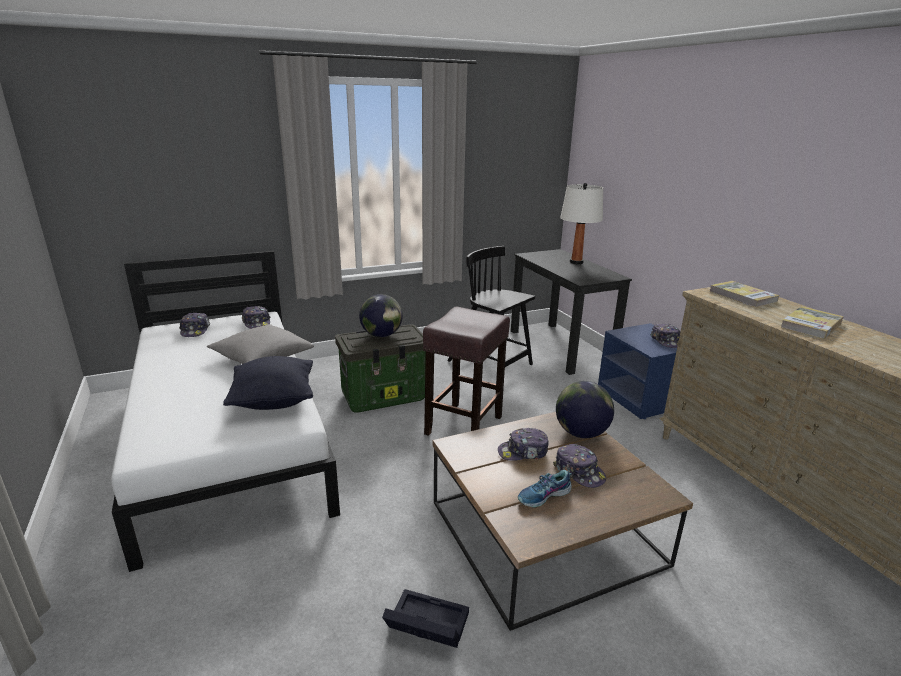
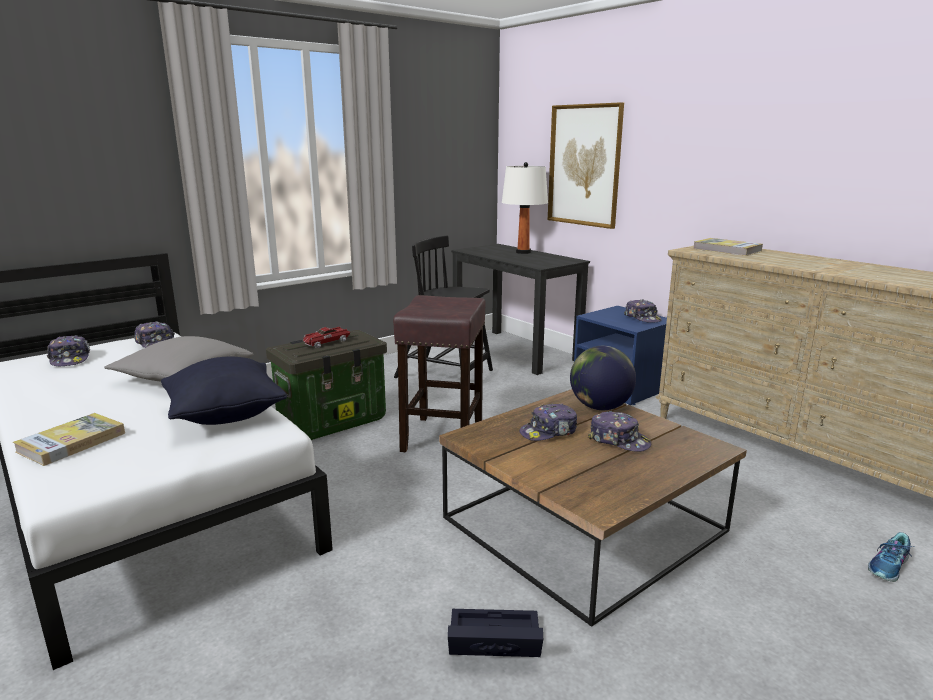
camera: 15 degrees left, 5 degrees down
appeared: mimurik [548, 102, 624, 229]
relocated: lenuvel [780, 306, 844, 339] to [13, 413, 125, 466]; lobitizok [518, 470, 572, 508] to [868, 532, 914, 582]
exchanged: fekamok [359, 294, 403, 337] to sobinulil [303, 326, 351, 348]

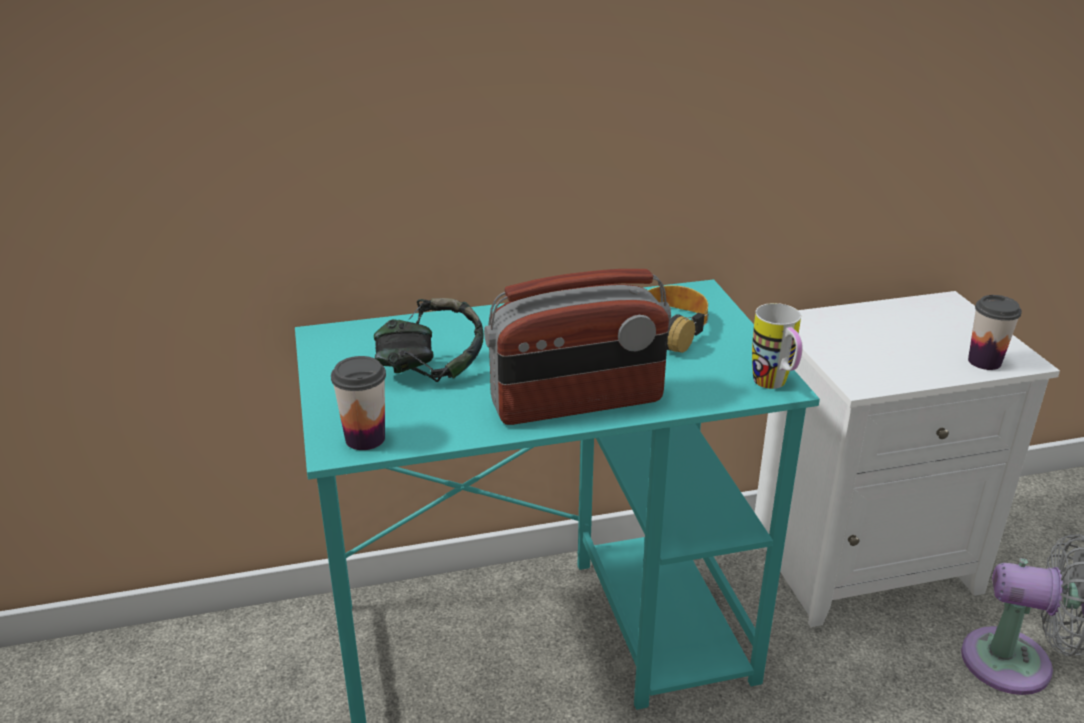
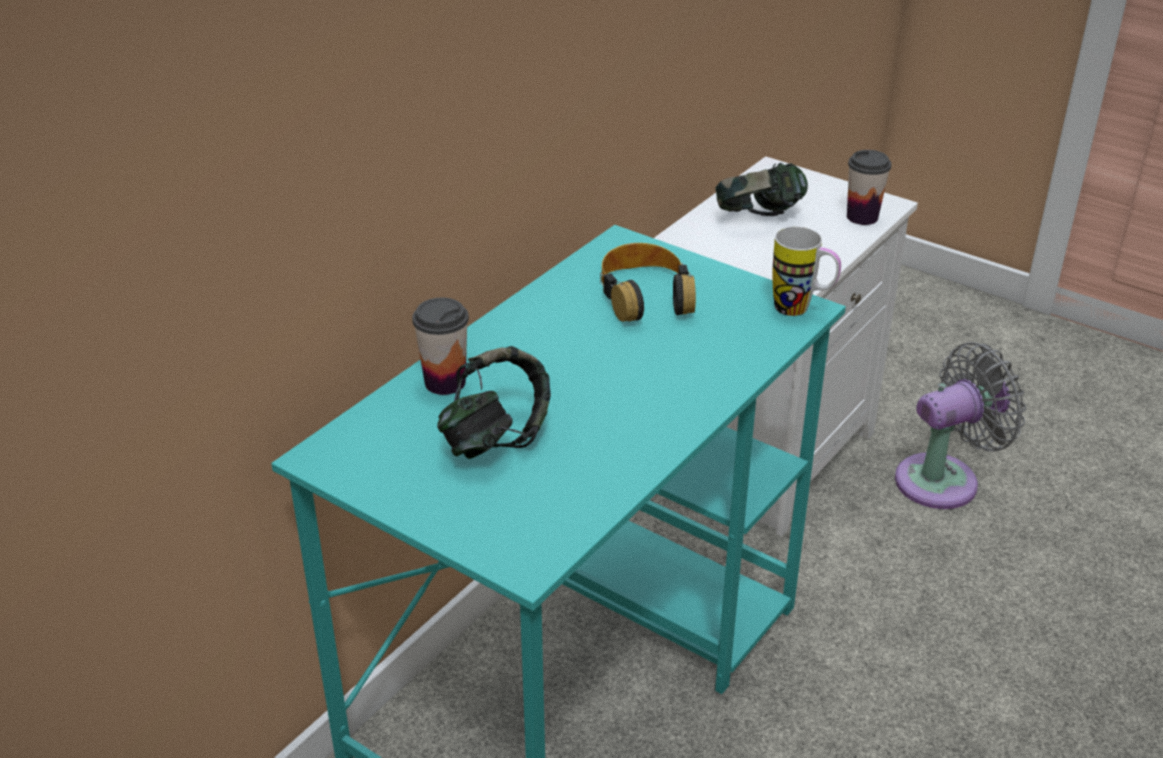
camera: 40 degrees left, 5 degrees up
missing: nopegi [484, 269, 671, 425]
appeared: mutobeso [715, 163, 808, 216]
relocated: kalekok [331, 356, 386, 450] to [412, 298, 469, 395]

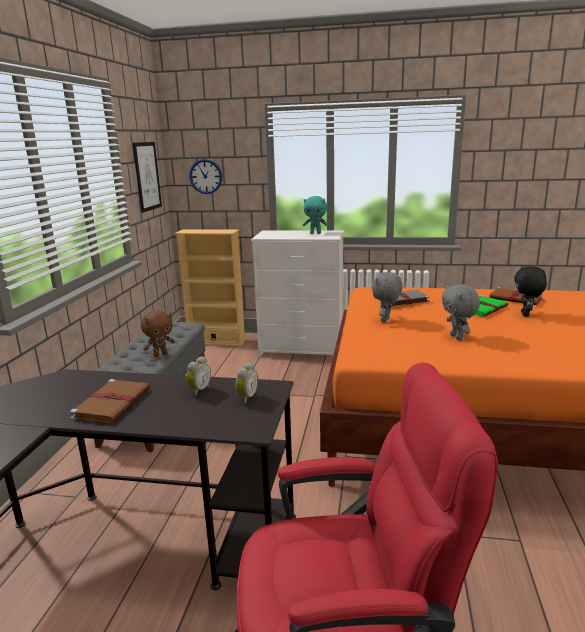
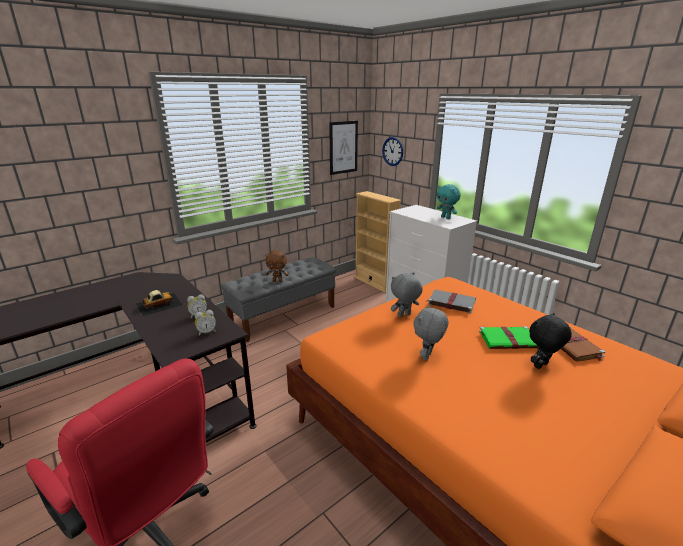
camera: 40 degrees right, 5 degrees up
exchanged: brown lenuvel [70, 379, 150, 424] to sobinulil [136, 290, 183, 316]

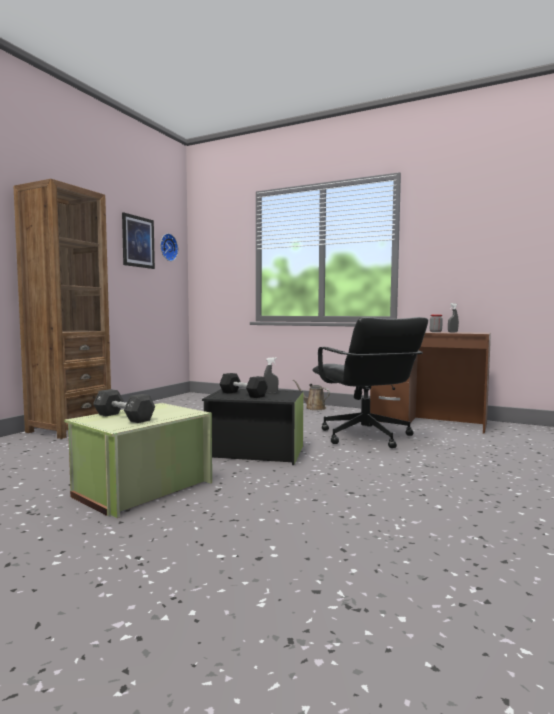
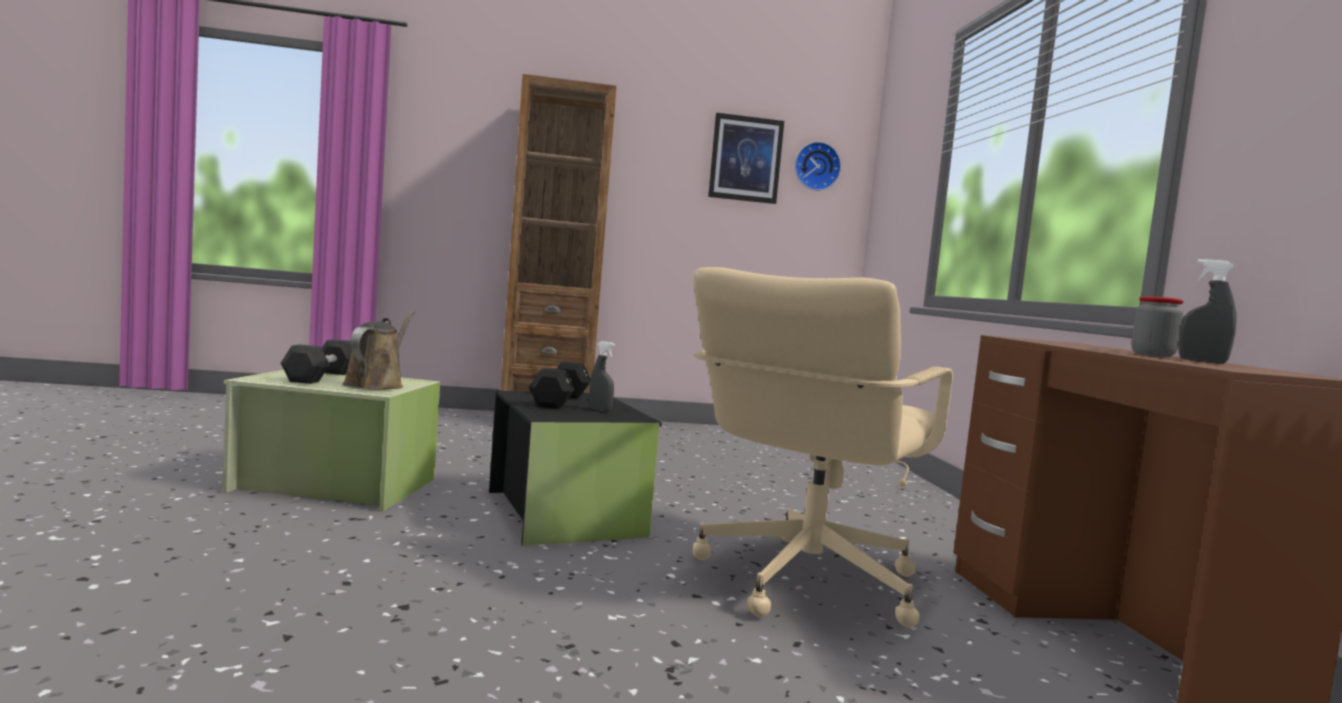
camera: 55 degrees right, 0 degrees up
relocated: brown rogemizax [293, 380, 330, 410] to [342, 311, 414, 390]
colour: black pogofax [312, 317, 428, 448] to beige pogofax [693, 267, 953, 628]

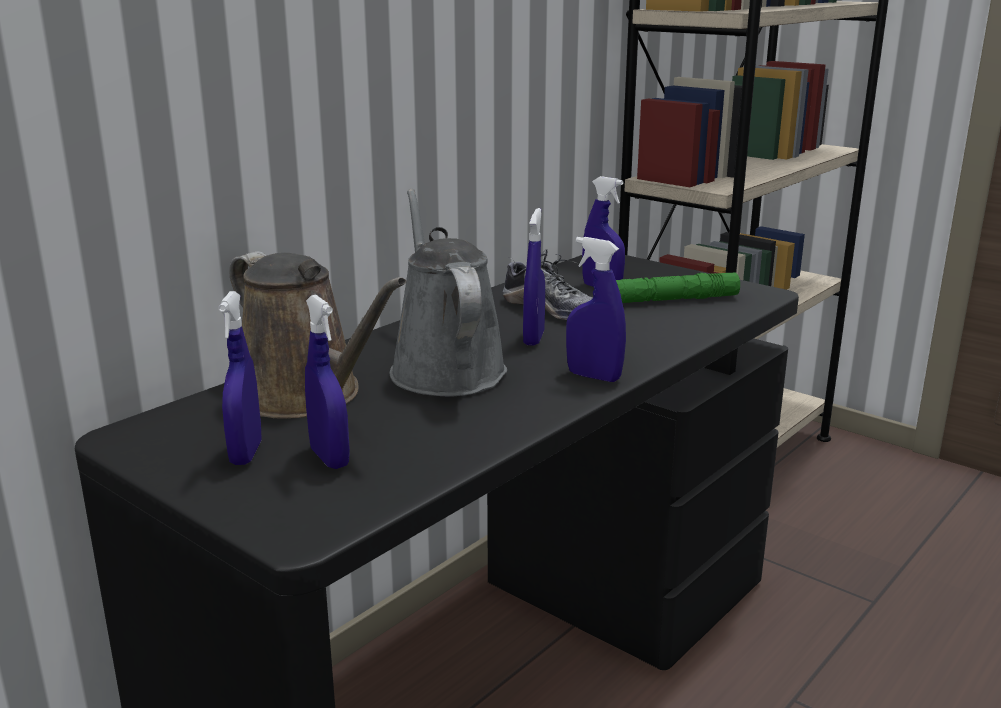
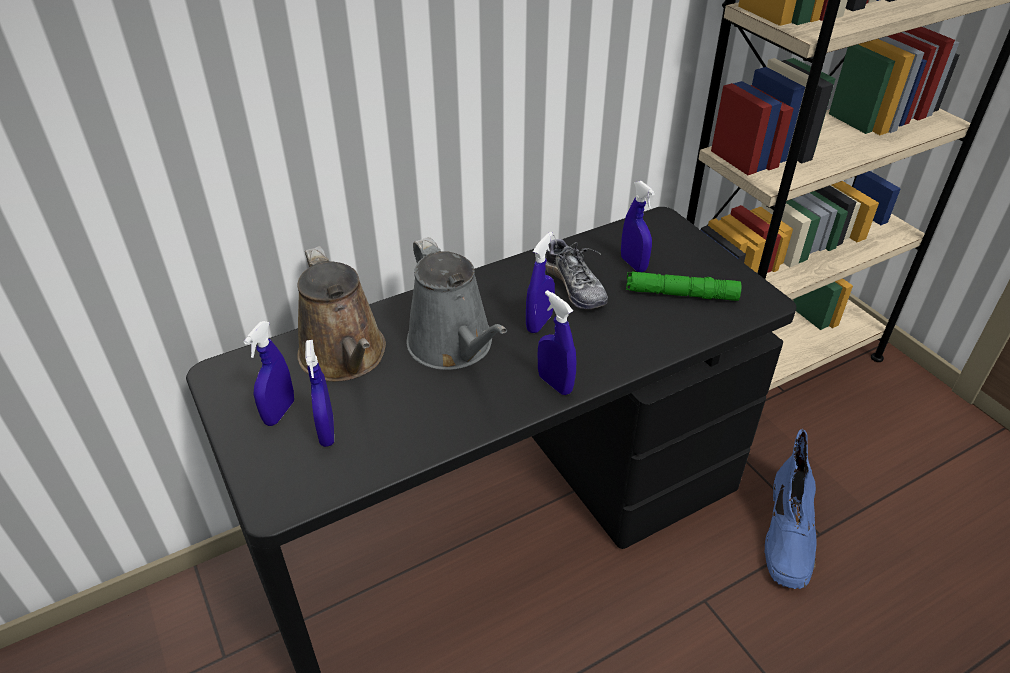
camera: 20 degrees right, 20 degrees up
appeared: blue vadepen [764, 429, 817, 589]
spun: grey rogemizax [390, 188, 507, 396] = [407, 237, 507, 370] 150 degrees clockwise

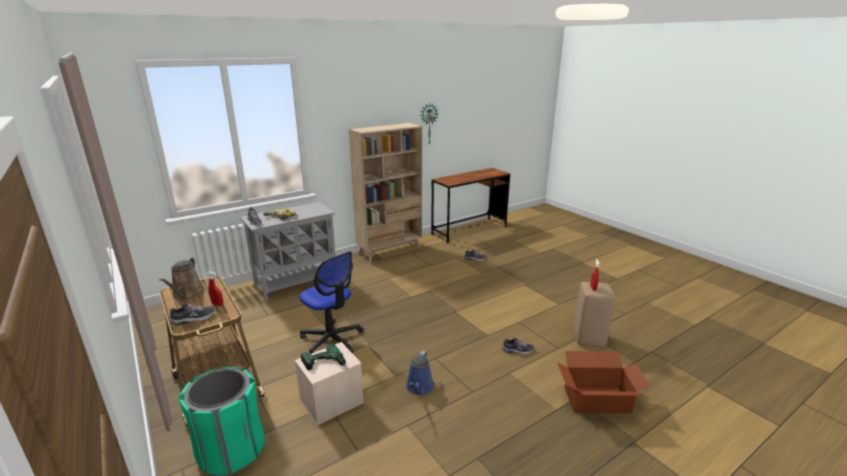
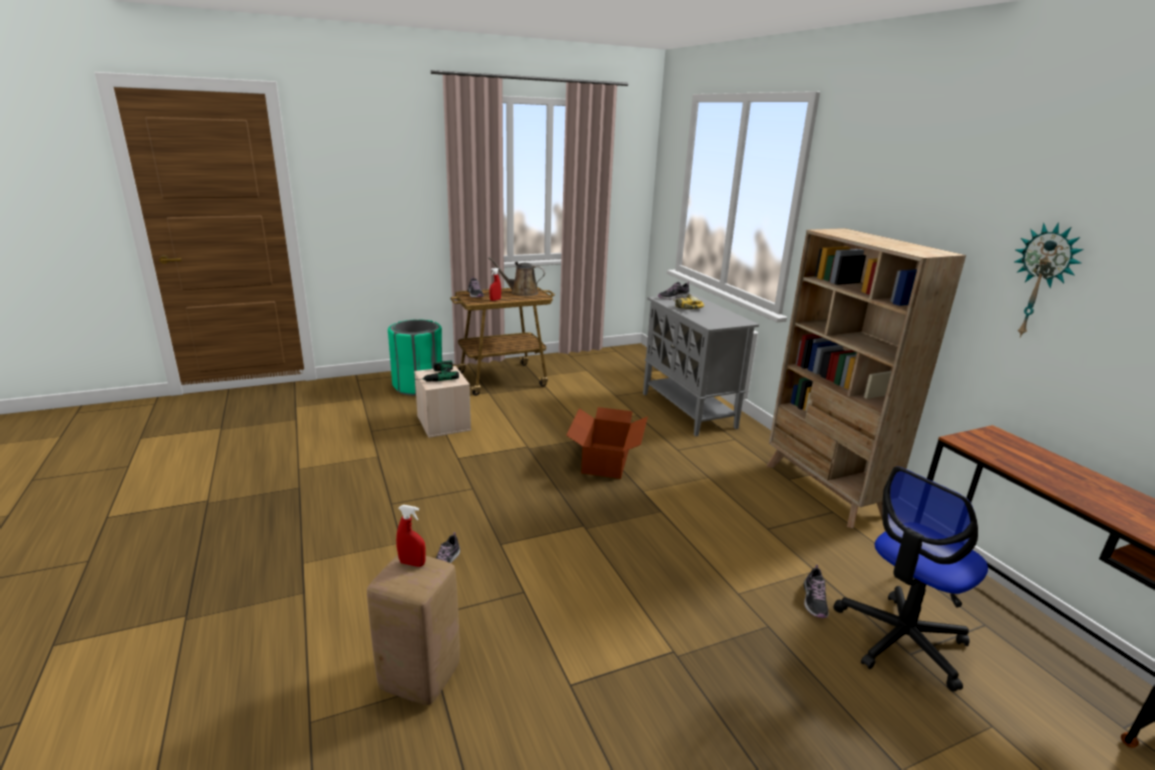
camera: 100 degrees right, 0 degrees up
missing: blue rogemizax [406, 351, 434, 395]
relocated: pogofax [299, 251, 363, 354] to [834, 466, 988, 692]; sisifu [557, 351, 650, 414] to [566, 407, 648, 479]

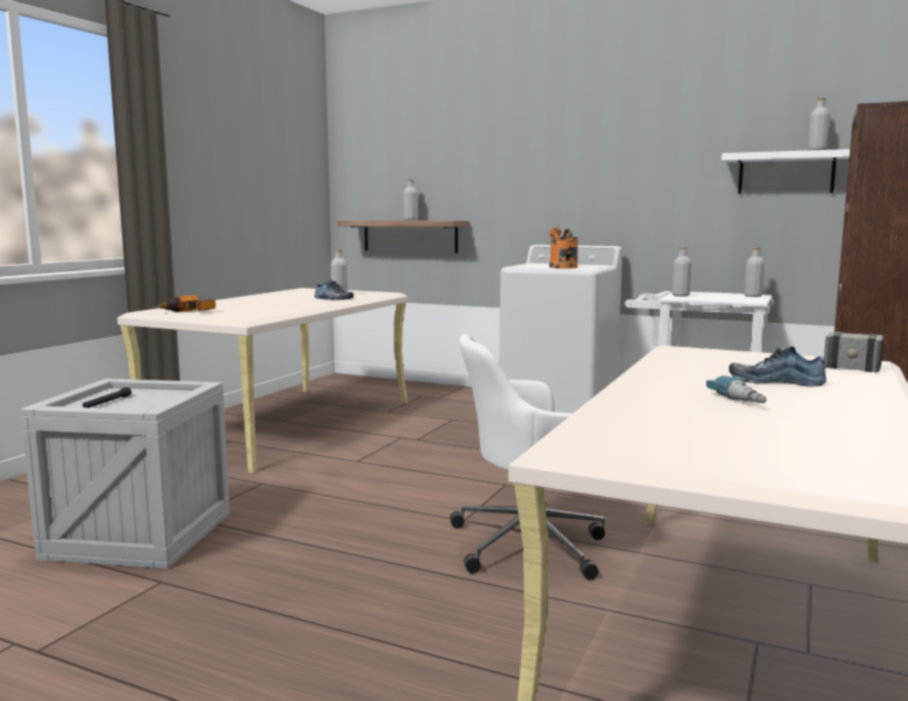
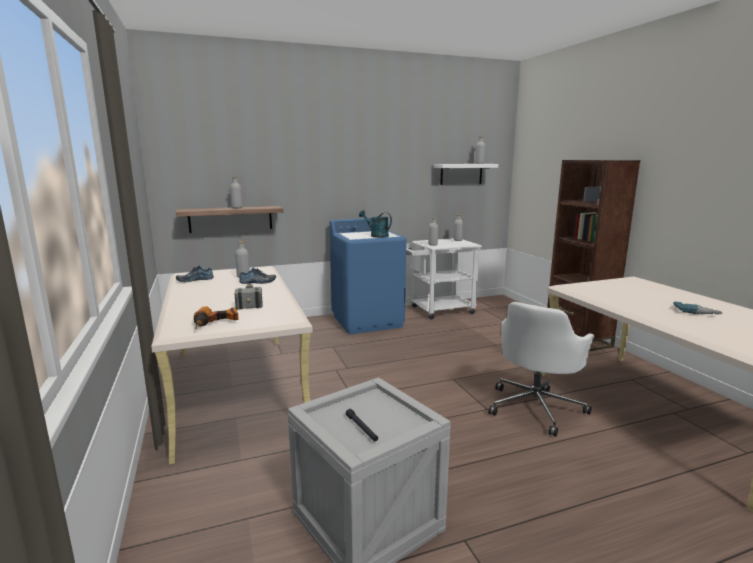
camera: 45 degrees left, 5 degrees up
relocated: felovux [824, 332, 884, 373] to [235, 284, 263, 310]; lobitizok [729, 346, 827, 386] to [176, 266, 214, 282]
colour: orange rogemizax [549, 227, 578, 269] to turquoise rogemizax [359, 210, 392, 238]; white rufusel [499, 245, 622, 413] to blue rufusel [330, 219, 406, 334]

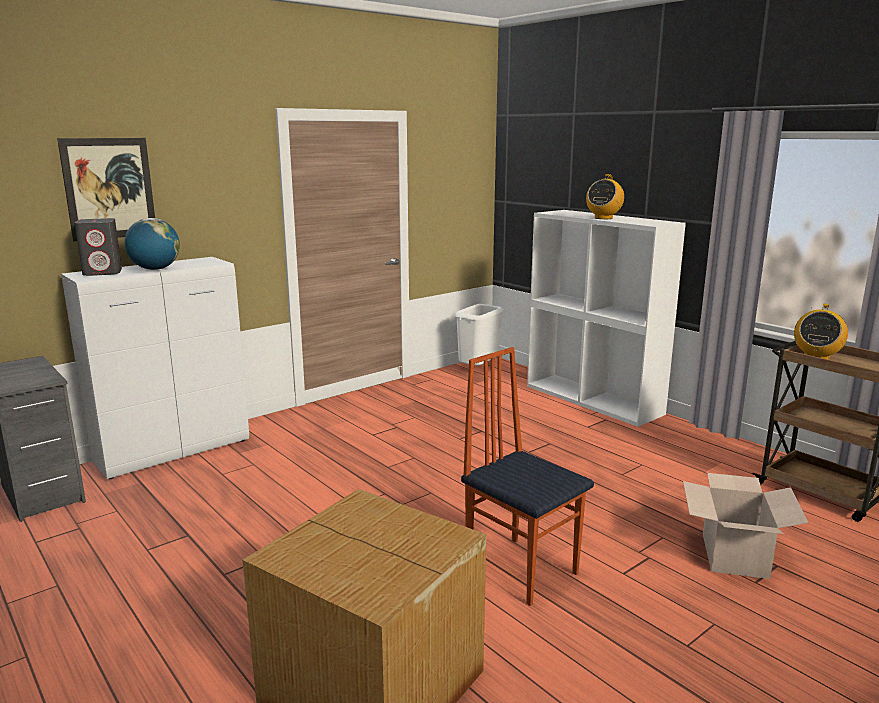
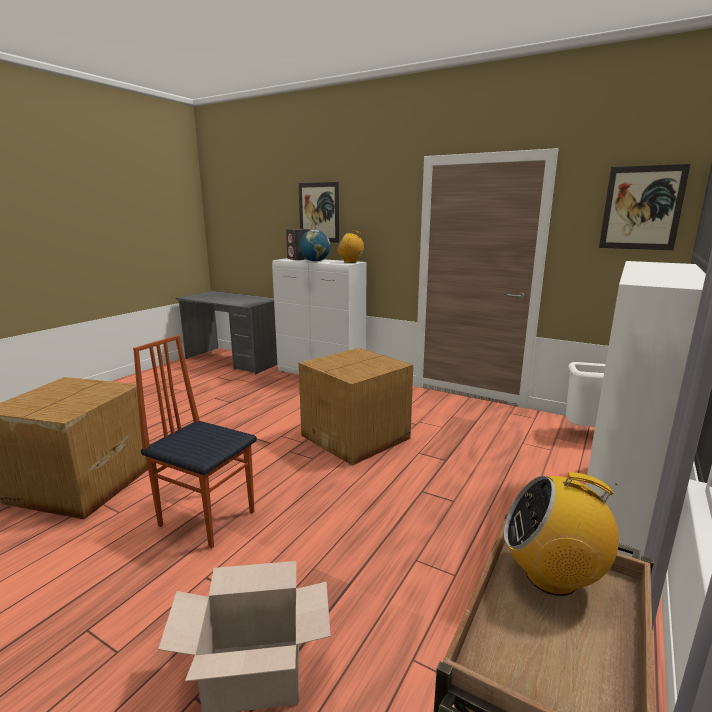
camera: 70 degrees right, 0 degrees up
appeared: mimurik [599, 164, 690, 250]; sisifu [299, 348, 413, 466]
relocated: nopegi [586, 174, 624, 219] to [337, 230, 365, 263]
spun: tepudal [461, 347, 594, 606] = [133, 335, 257, 548] 90 degrees counterclockwise

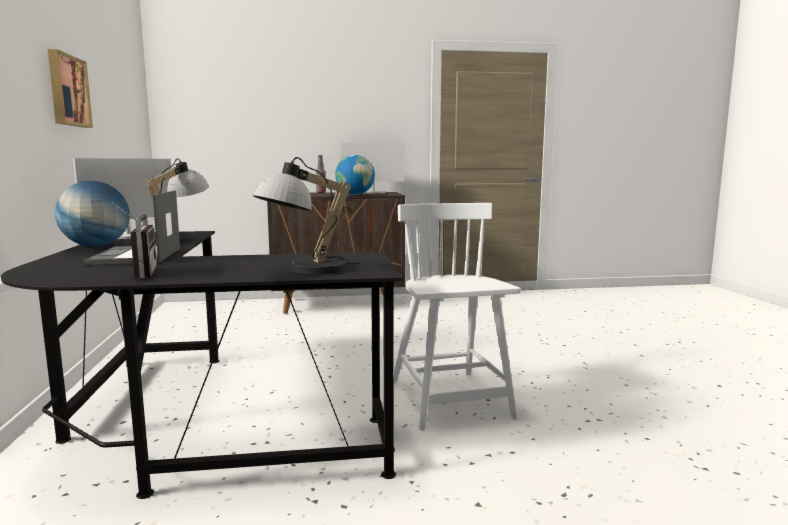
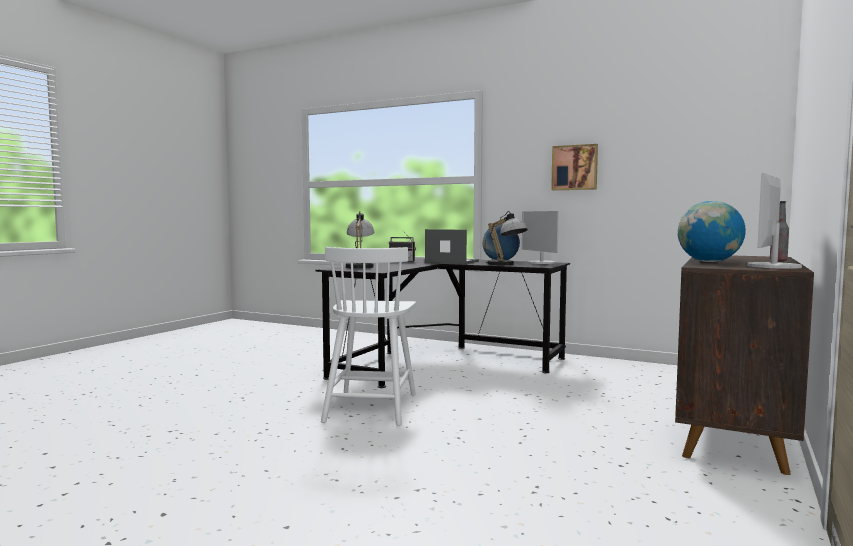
camera: 125 degrees right, 5 degrees down
spun: white tepudal [394, 203, 521, 431] = [321, 247, 416, 426] 75 degrees clockwise

